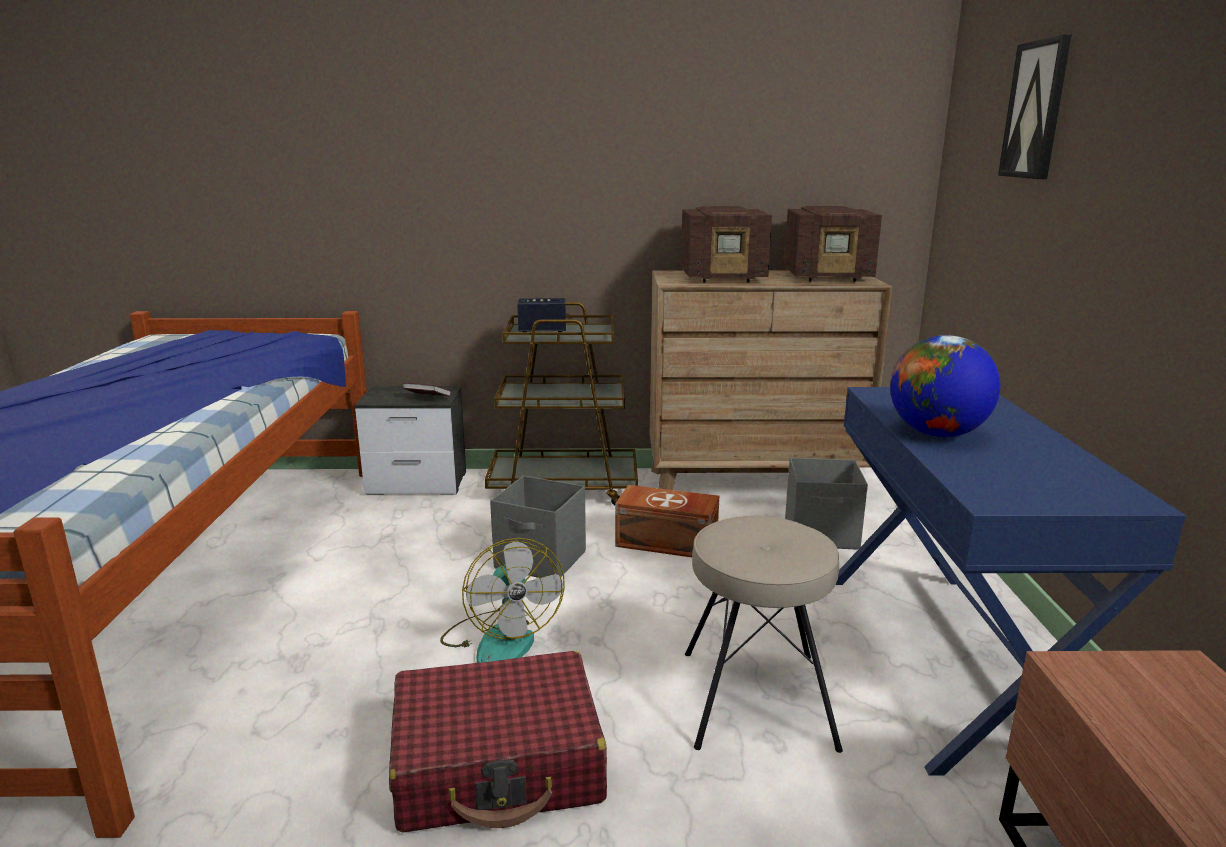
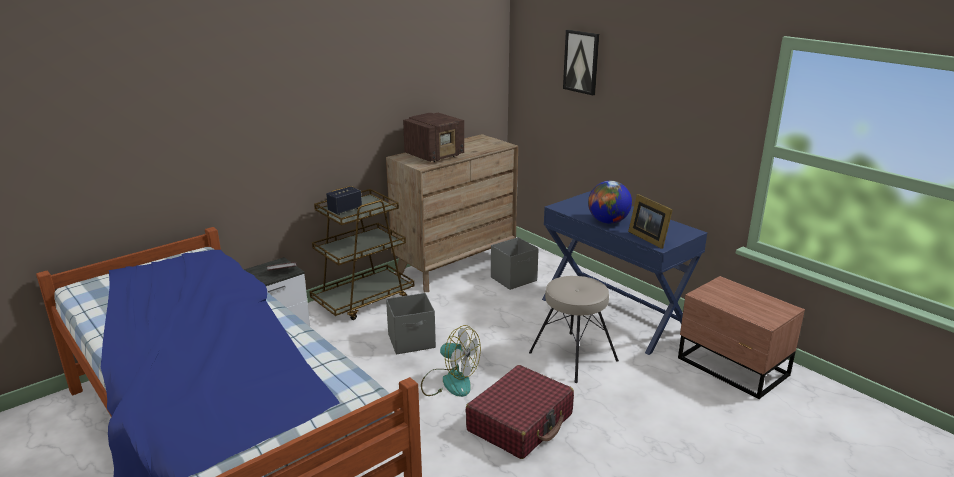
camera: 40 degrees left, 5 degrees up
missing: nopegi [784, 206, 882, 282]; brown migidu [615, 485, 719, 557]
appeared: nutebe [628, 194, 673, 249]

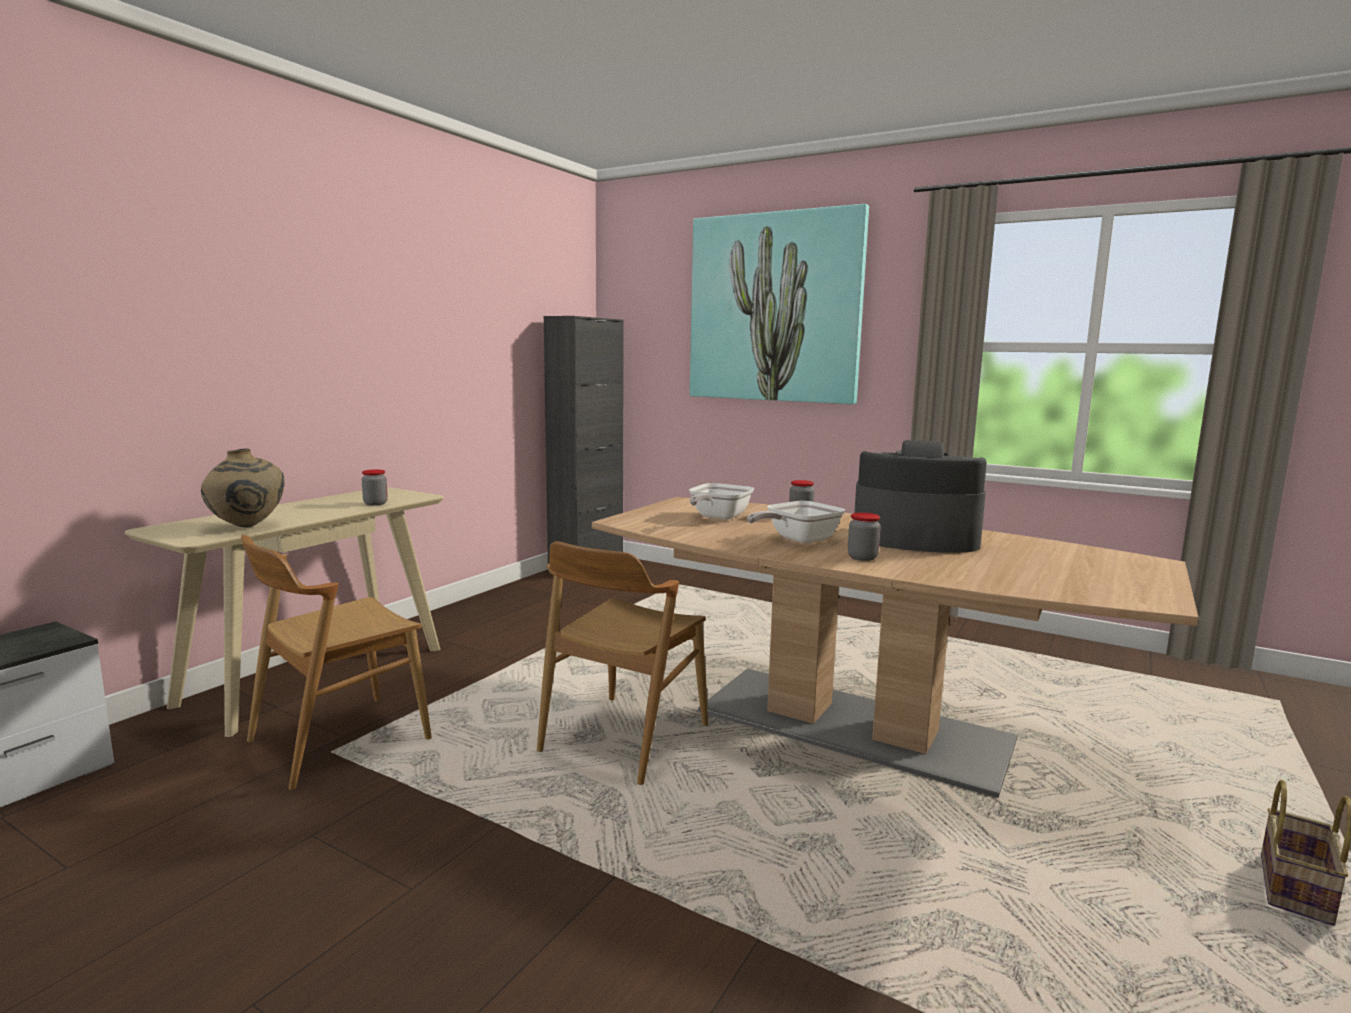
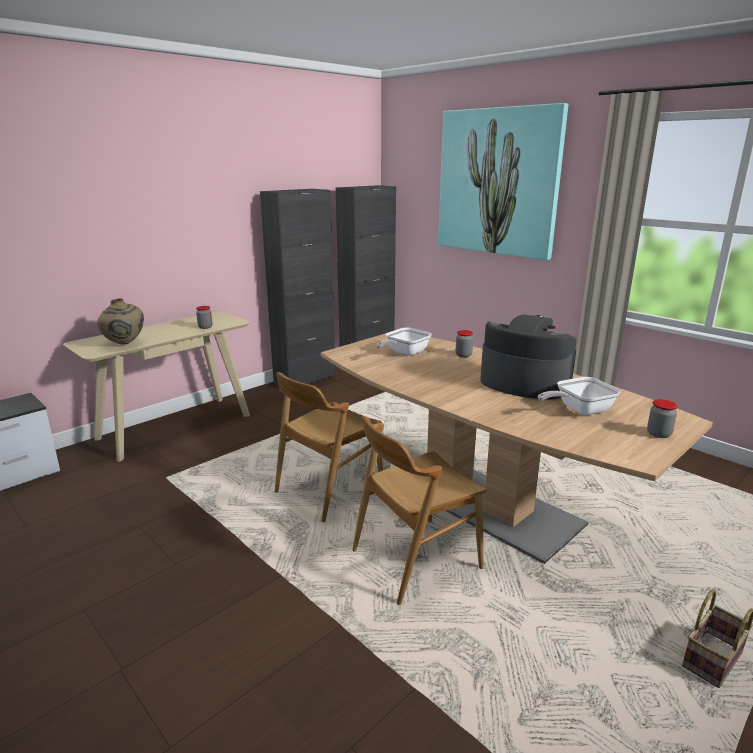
camera: 15 degrees right, 10 degrees up
appeared: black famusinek [260, 189, 336, 386]
relocated: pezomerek [747, 501, 845, 543] to [538, 377, 621, 415]; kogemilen [848, 513, 881, 561] to [647, 399, 678, 438]; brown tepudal [241, 535, 432, 790] to [352, 416, 486, 605]

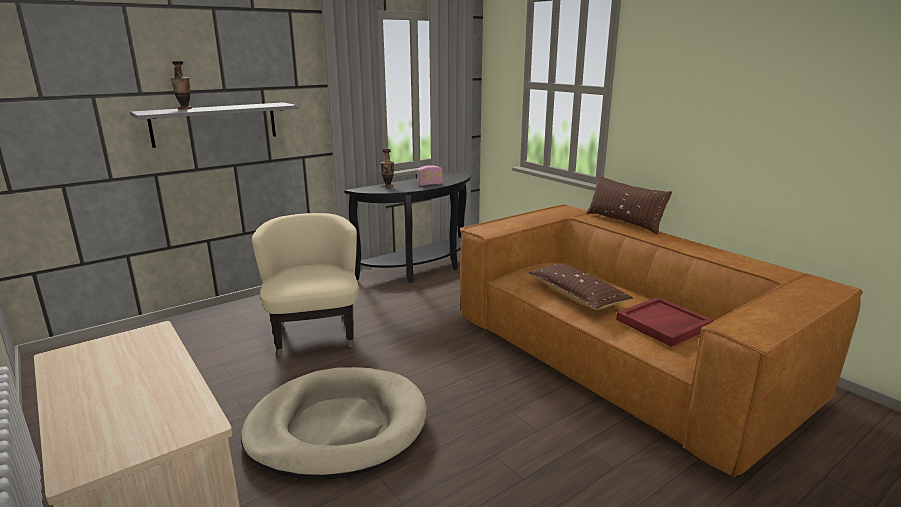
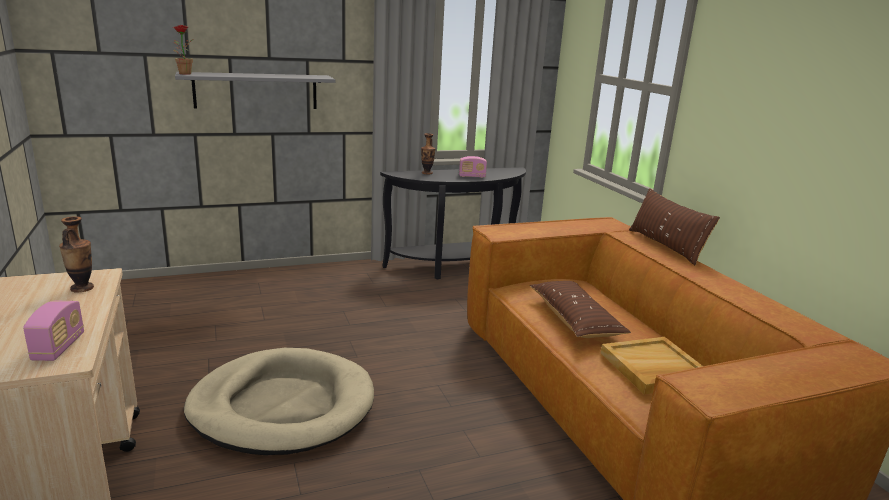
camera: 15 degrees right, 0 degrees up
missing: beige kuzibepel [252, 213, 358, 357]
appeared: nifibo [173, 25, 193, 75]; nopegi [23, 301, 84, 361]
relocated: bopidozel [171, 61, 192, 110] to [59, 216, 94, 293]
colour: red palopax [616, 297, 714, 347] to beige palopax [601, 337, 703, 395]

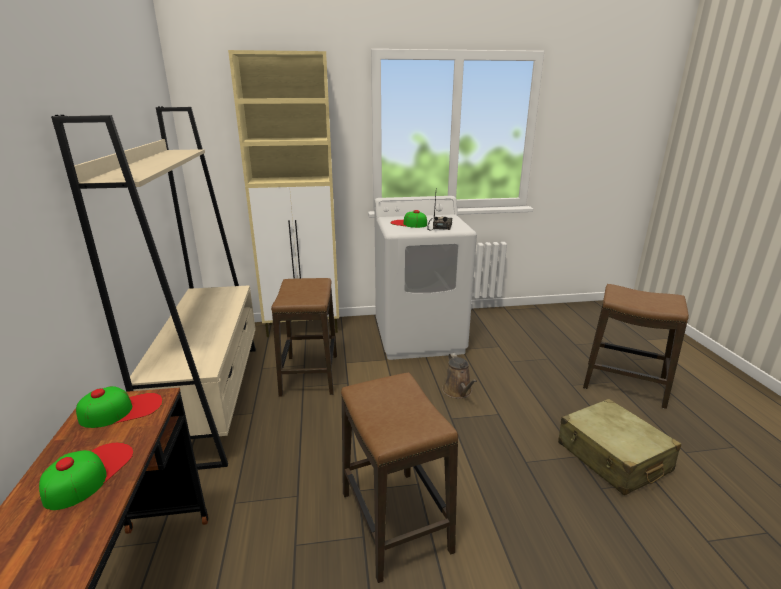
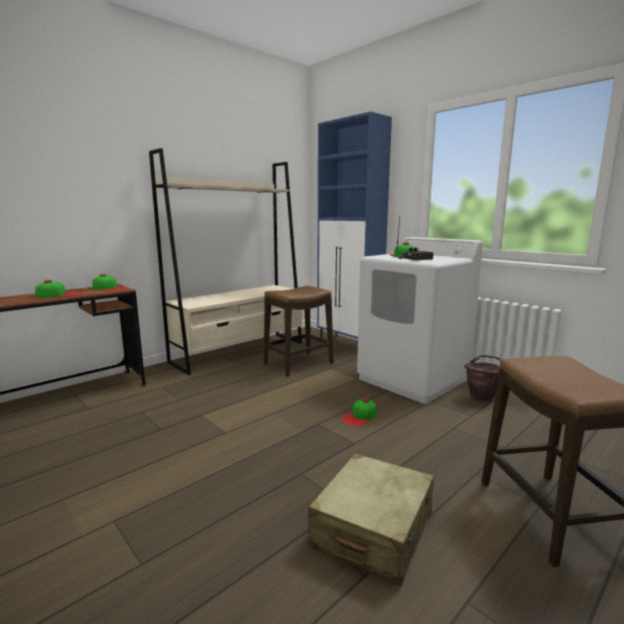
camera: 55 degrees right, 10 degrees down
missing: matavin [341, 372, 458, 583]
appeared: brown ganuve [464, 355, 502, 403]
exchanged: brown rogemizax [442, 353, 477, 398] to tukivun [342, 398, 377, 426]
colour: beige famusinek [228, 50, 339, 337] to blue famusinek [317, 112, 392, 339]

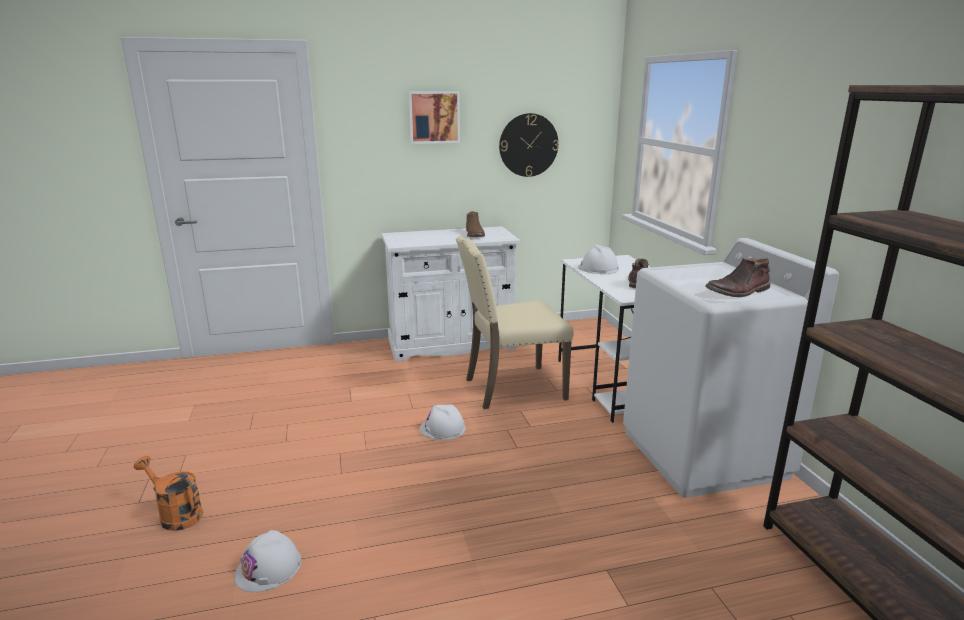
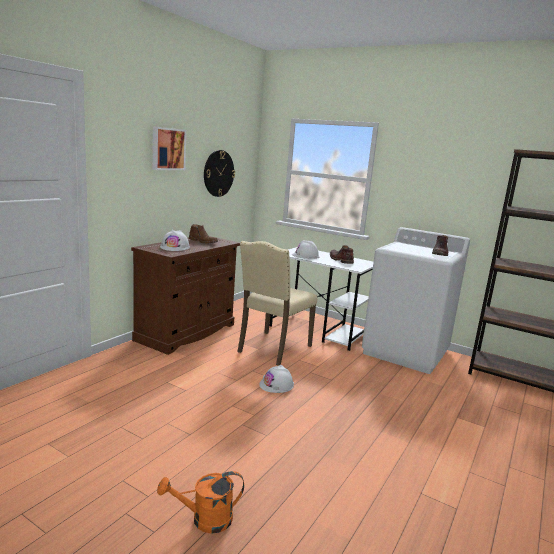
camera: 45 degrees left, 5 degrees down
relocated: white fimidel [234, 530, 302, 592] to [160, 230, 190, 251]
colour: white famusinek [382, 226, 520, 362] to brown famusinek [131, 236, 240, 355]

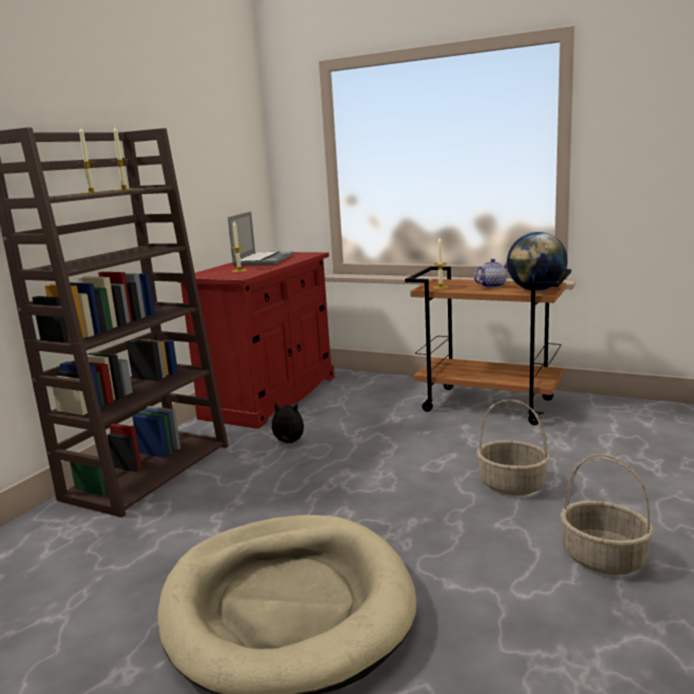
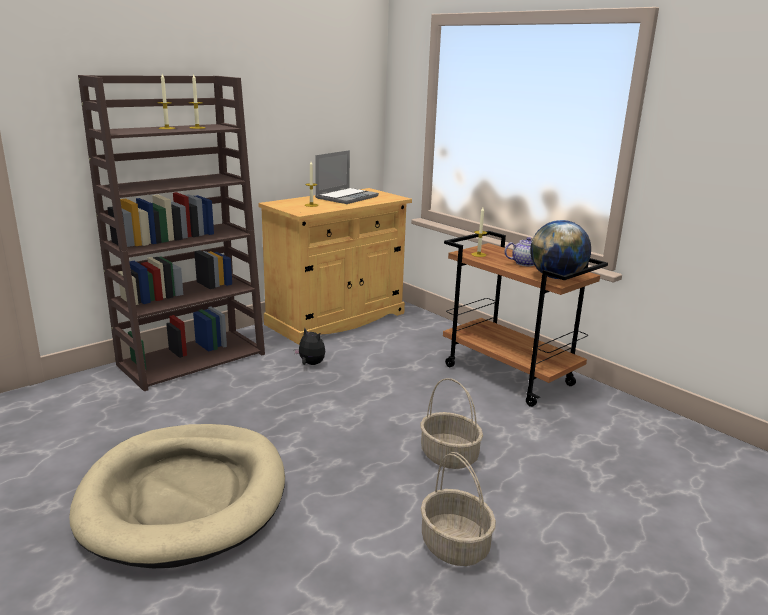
camera: 20 degrees right, 5 degrees up
colour: red famusinek [178, 252, 335, 429] to beige famusinek [258, 188, 412, 345]

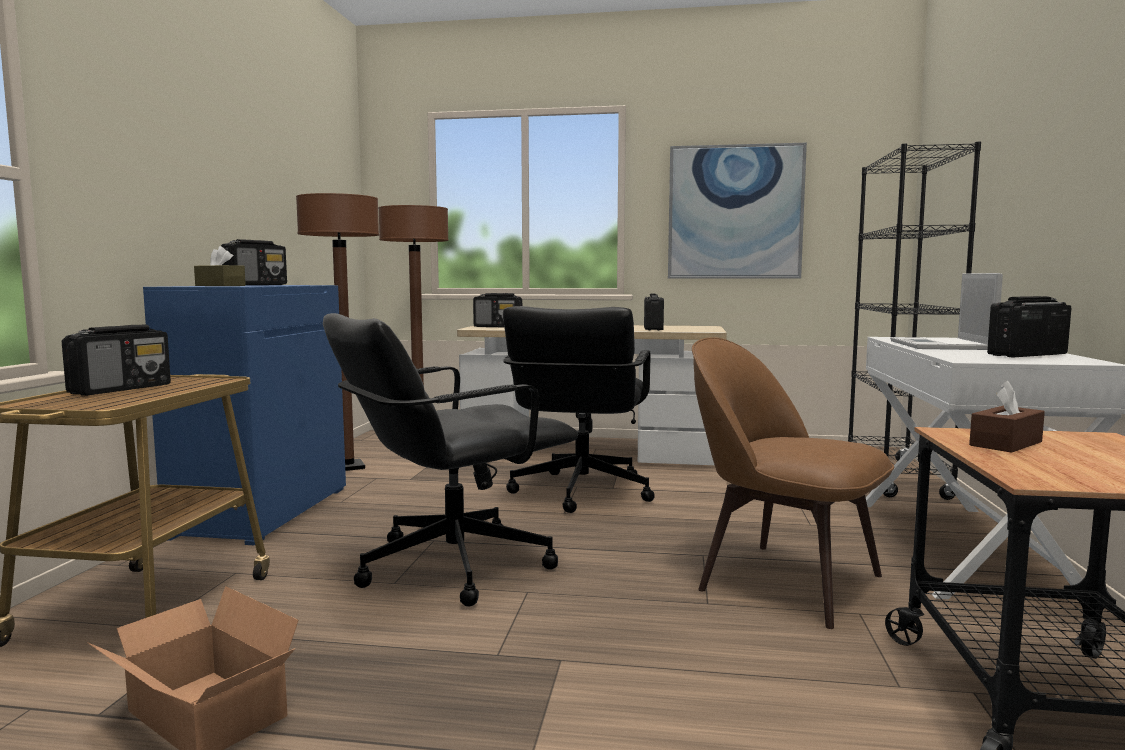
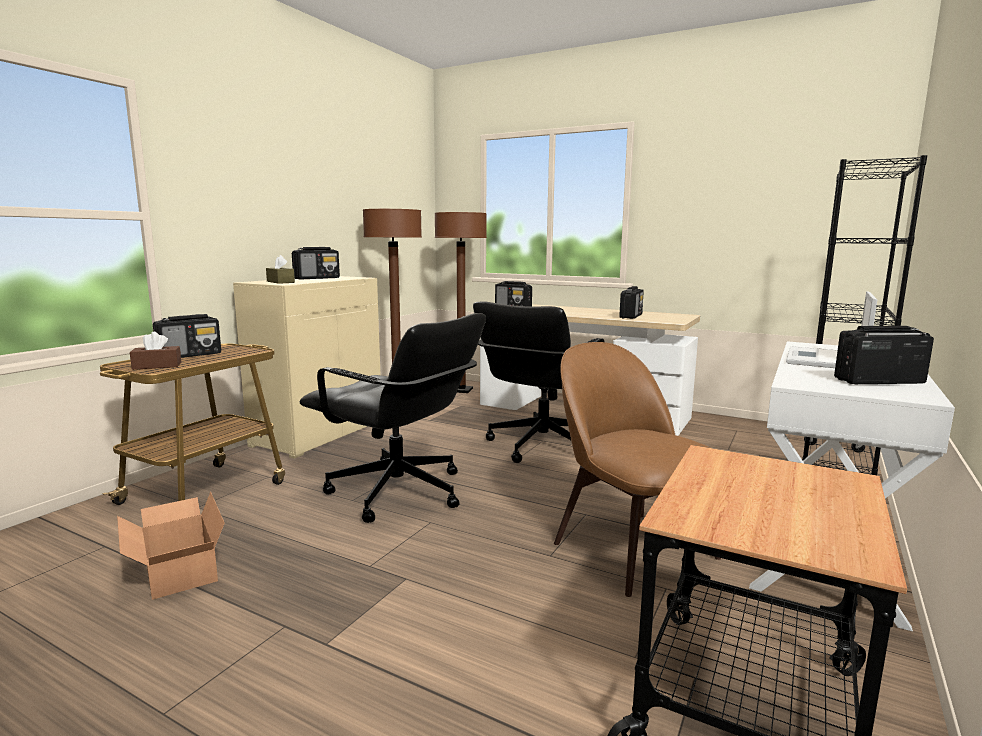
camera: 20 degrees right, 5 degrees up
missing: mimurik [668, 143, 807, 279]
relocated: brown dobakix [969, 381, 1045, 453] to [130, 332, 181, 370]
colour: blue famusinek [143, 285, 346, 545] to beige famusinek [233, 276, 381, 459]
spun: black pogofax [323, 313, 578, 607] = [300, 313, 486, 523] 135 degrees counterclockwise

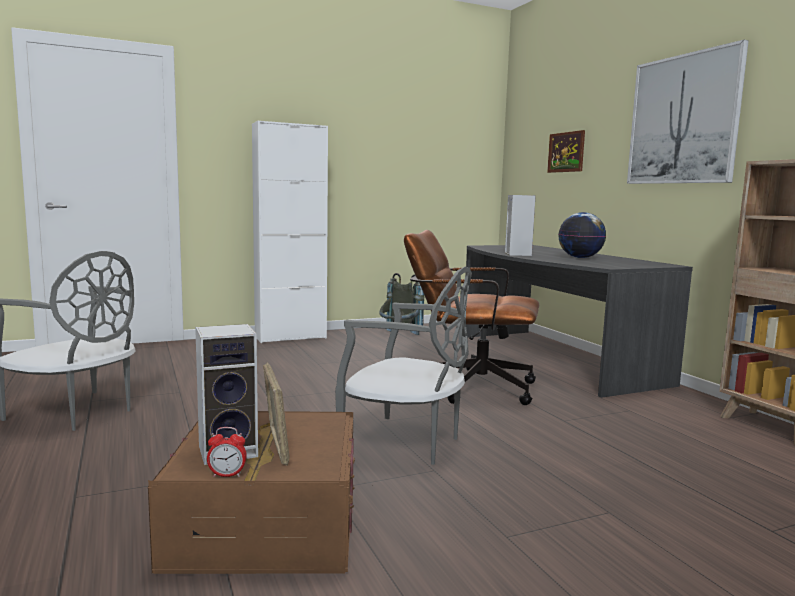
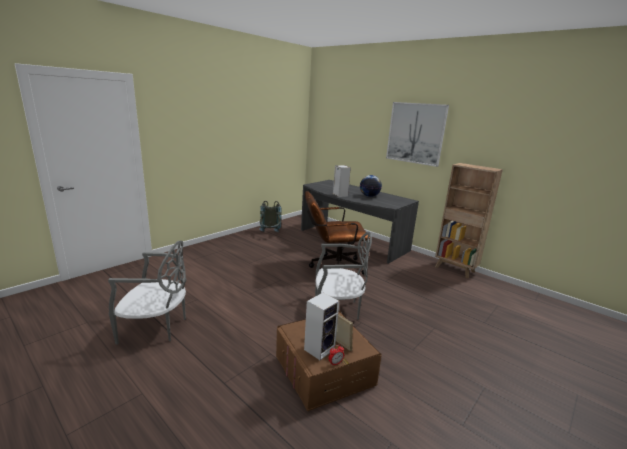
camera: 25 degrees left, 10 degrees up
missing: white famusinek [252, 121, 328, 343]; mimurik [547, 130, 585, 173]

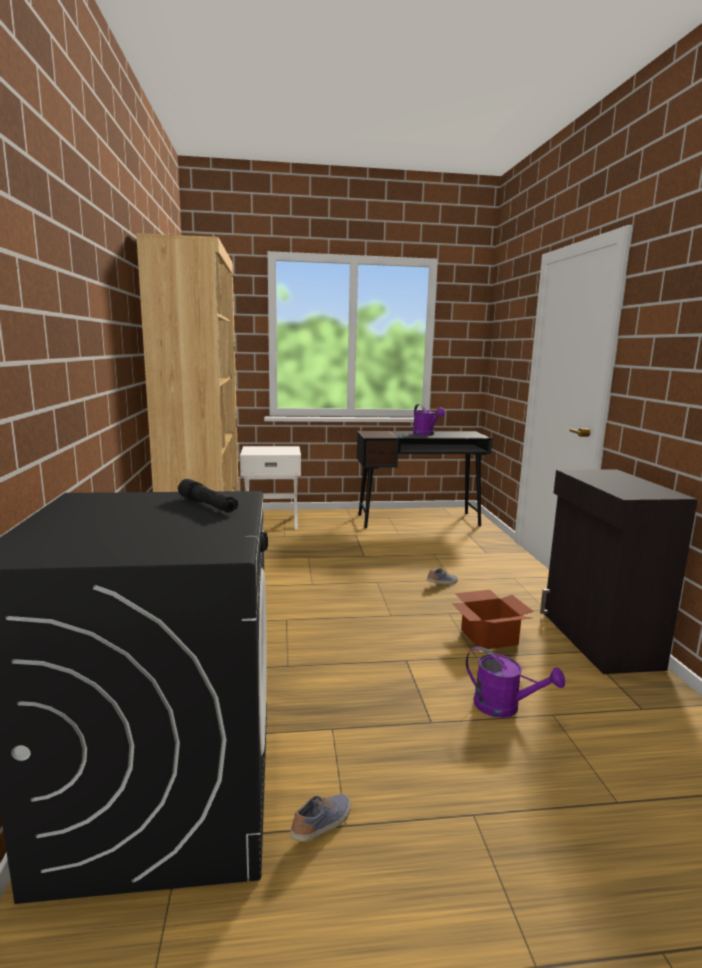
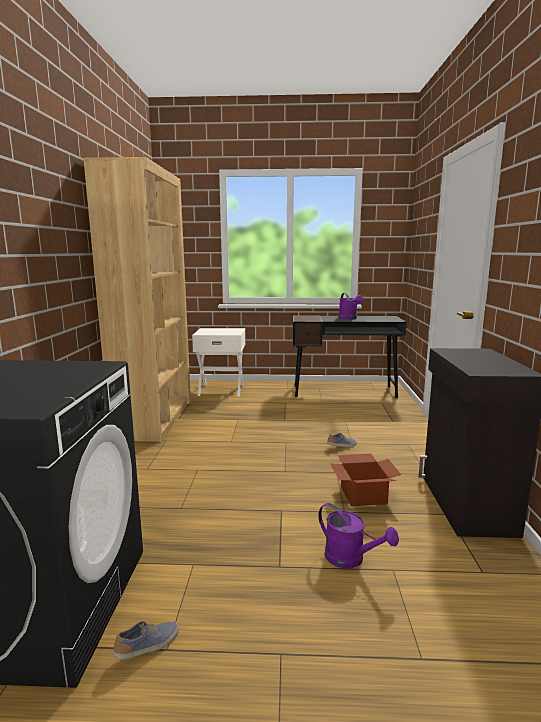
camera: 10 degrees right, 0 degrees up
missing: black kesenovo [178, 479, 238, 513]

